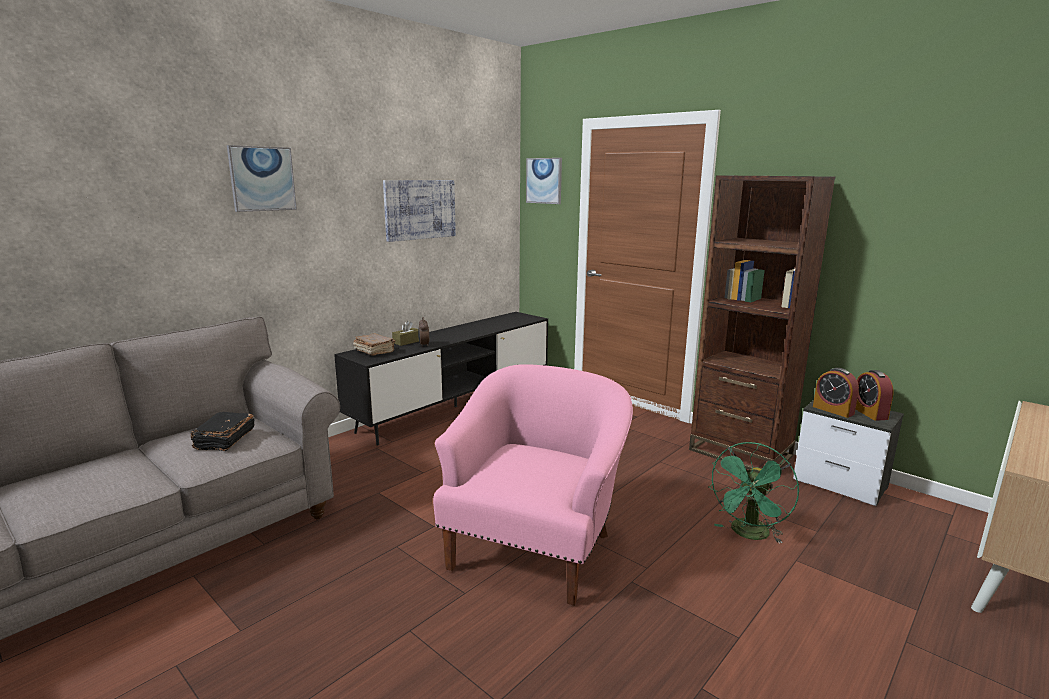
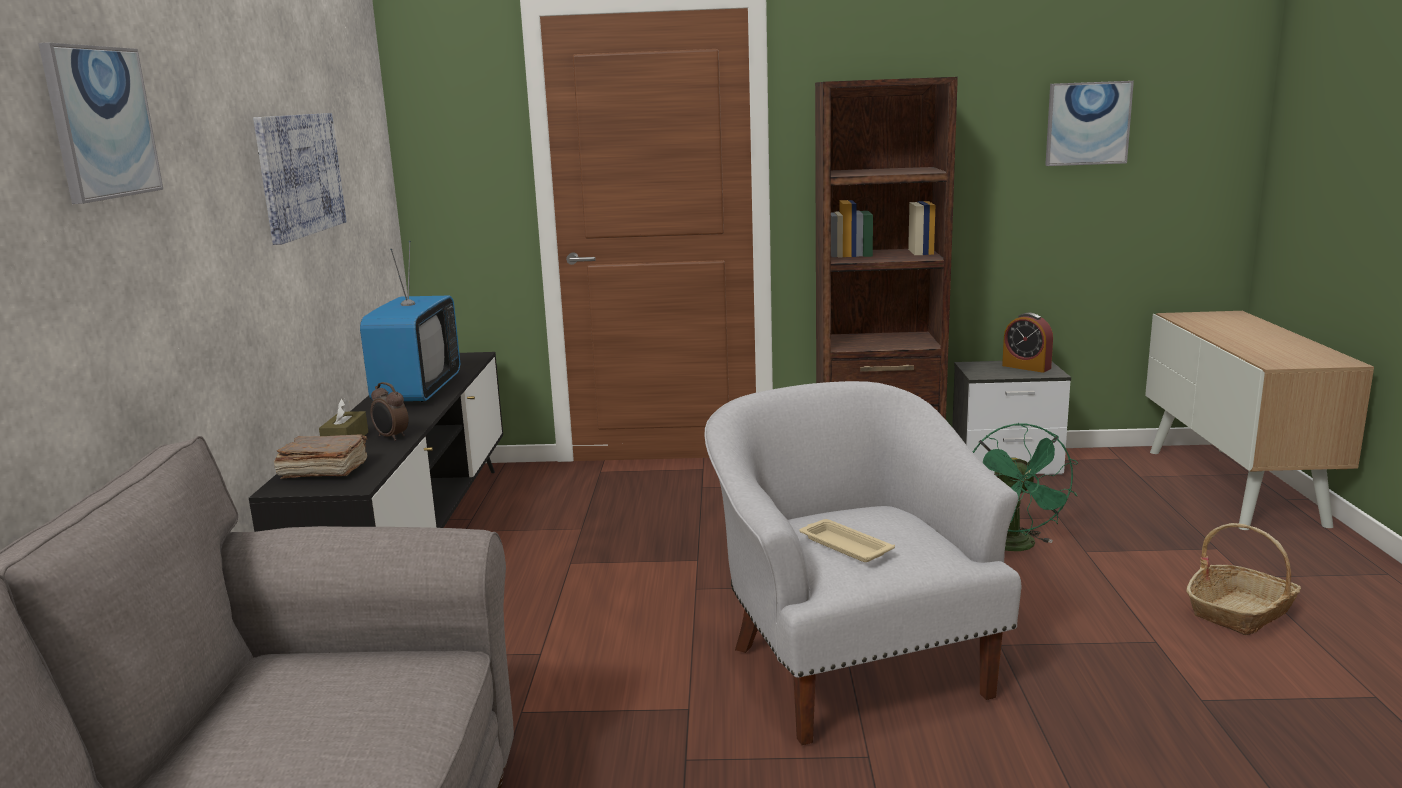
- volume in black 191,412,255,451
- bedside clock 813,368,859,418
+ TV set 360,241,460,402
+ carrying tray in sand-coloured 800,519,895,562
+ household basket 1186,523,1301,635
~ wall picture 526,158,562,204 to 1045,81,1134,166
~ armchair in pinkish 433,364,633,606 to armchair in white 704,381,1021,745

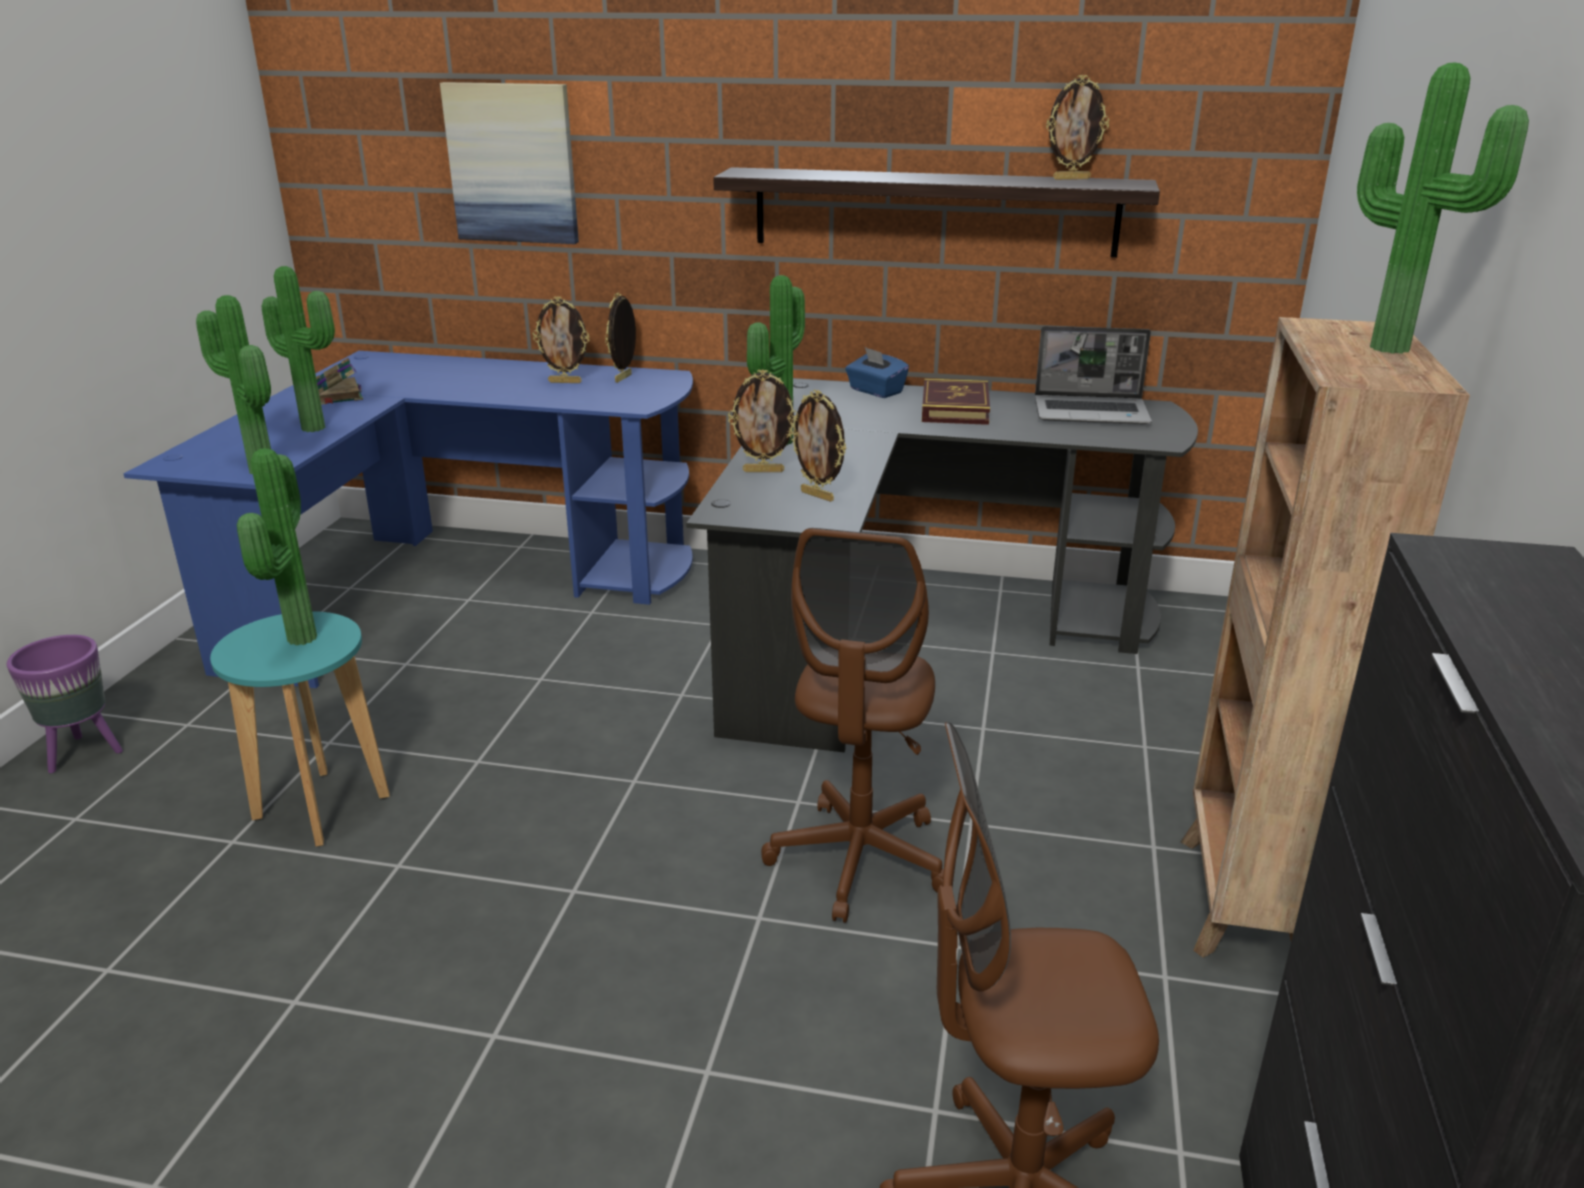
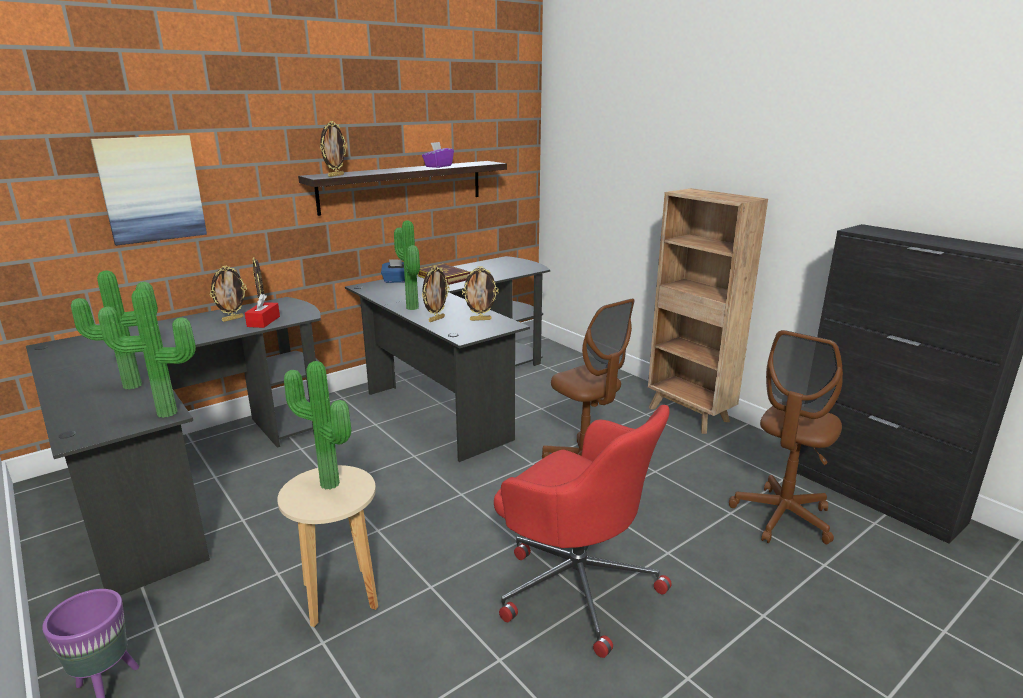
- volume 316,358,363,405
- notebook computer 1035,326,1152,424
- houseplant 1357,62,1529,354
+ tissue box in red-coloured 245,294,280,328
+ tissue box in purple 422,142,454,168
+ desk chair in red-coloured 494,405,672,658
~ standing frame 1046,75,1109,180 to 320,121,347,177
~ desk table in blue 123,351,693,688 to desk table in black 26,297,321,595
~ stool seat in turquoise 210,611,390,847 to stool seat in sand-coloured 277,465,378,627

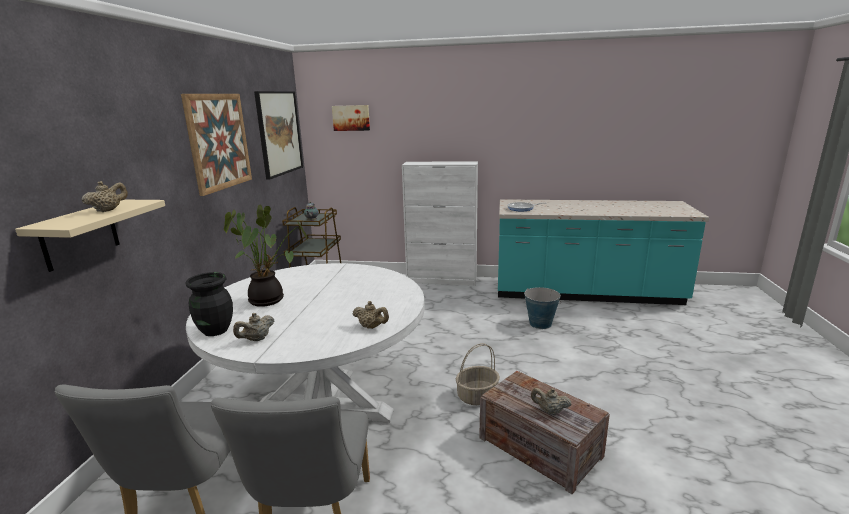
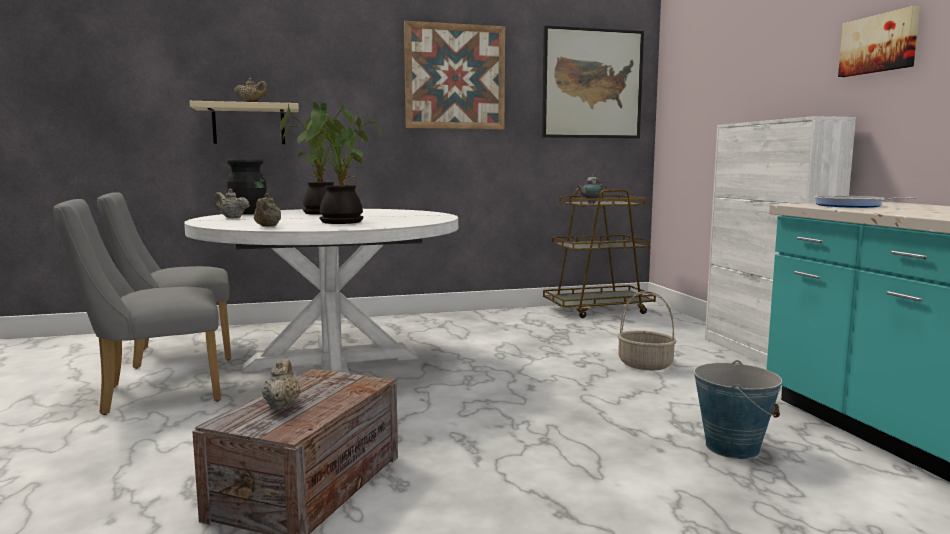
+ houseplant 280,102,381,224
~ wall picture 332,105,370,131 to 838,6,920,77
~ household basket 456,343,500,405 to 617,291,676,371

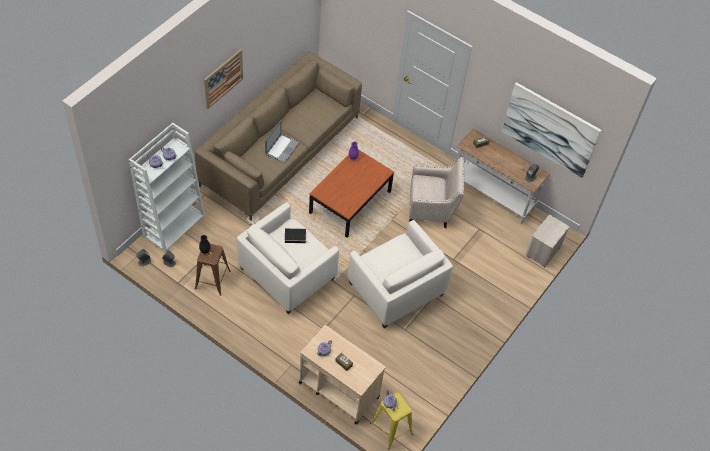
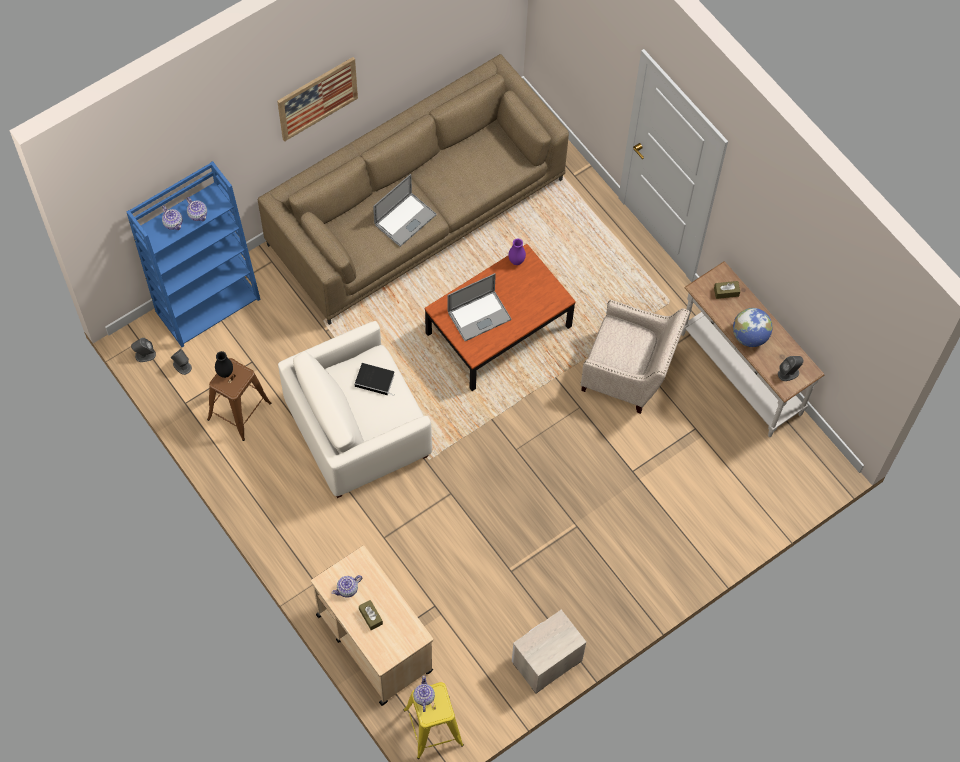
- armchair in white 348,220,453,329
- wall picture 502,82,601,178
+ notebook computer 448,273,511,341
+ desk globe 733,308,773,347
~ bedside table 526,215,569,267 to 512,610,587,694
~ shelving unit in white 129,122,205,252 to shelving unit in blue 127,161,261,347

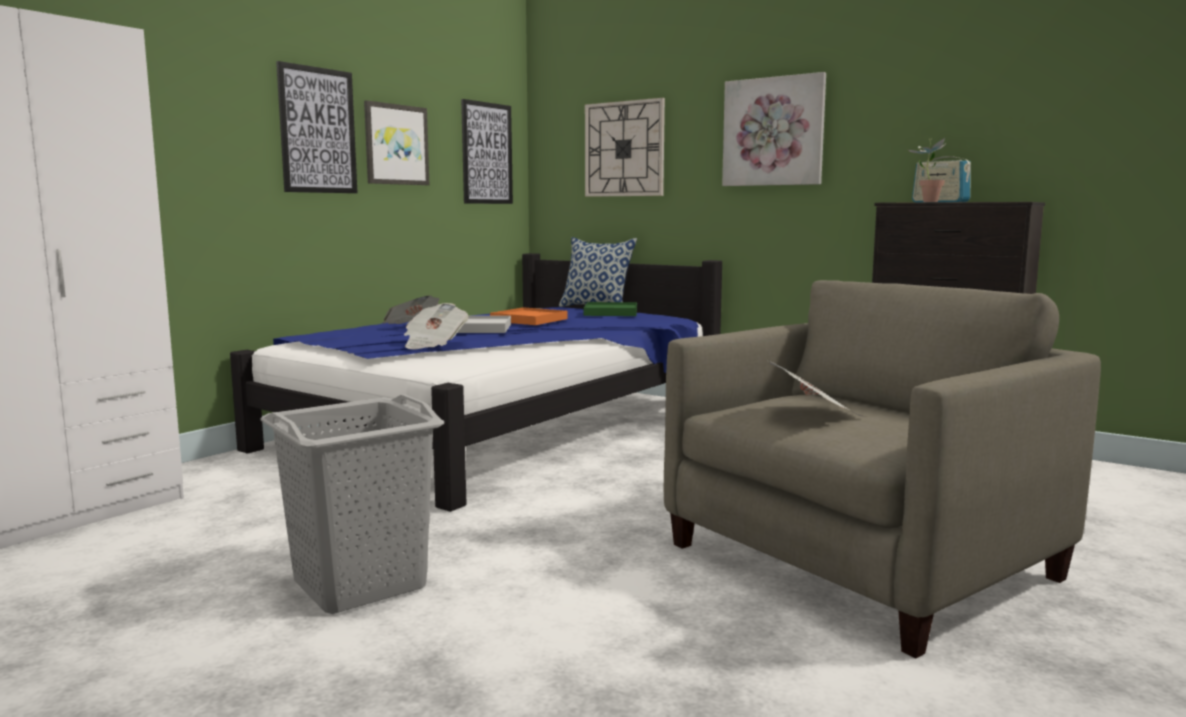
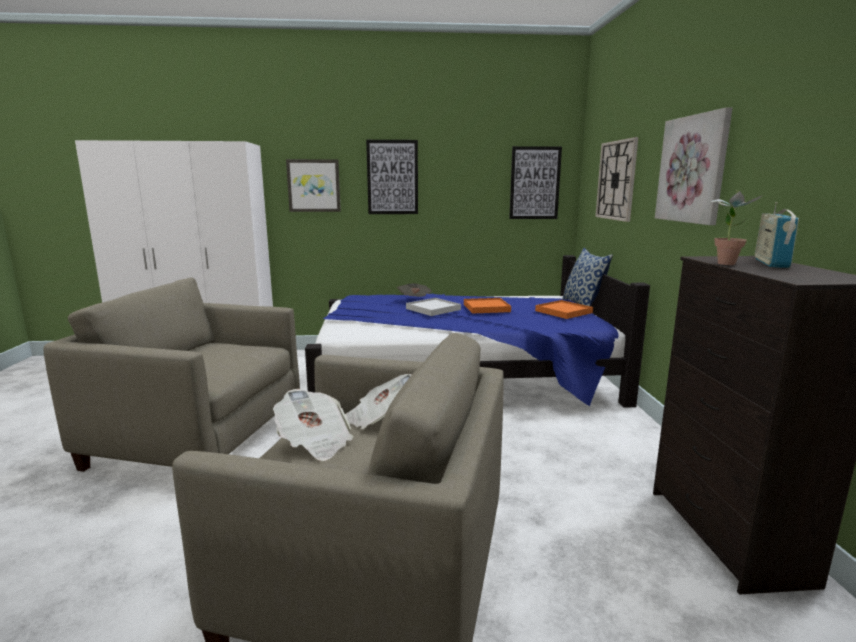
~ wall picture 364,100,429,185 to 286,159,341,212
~ daily paper 404,303,468,349 to 345,374,412,429
~ hamper in greyish 260,394,444,614 to armchair in sand-coloured 43,278,300,472
~ carrying tray in green-coloured 584,302,637,316 to carrying tray in orange 535,300,593,319

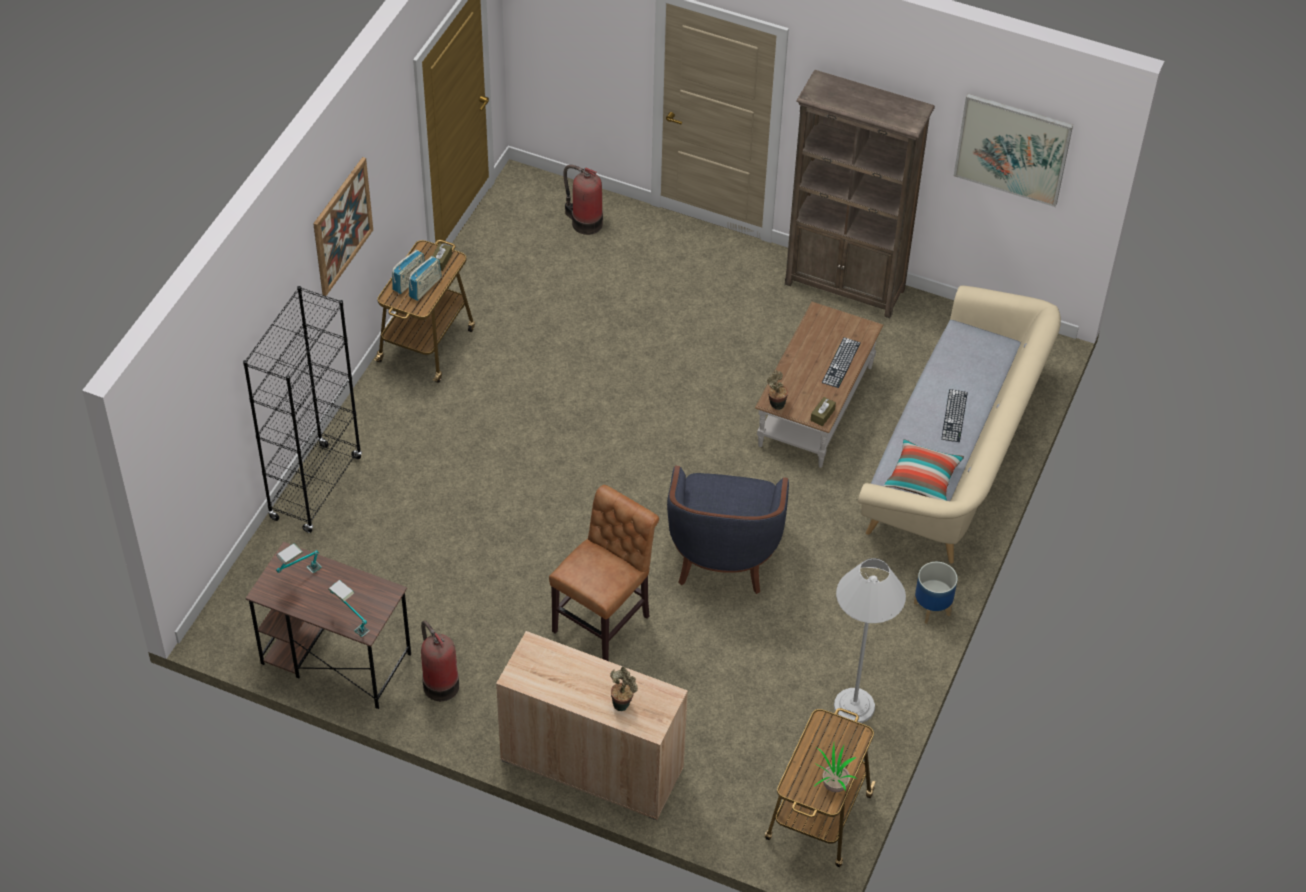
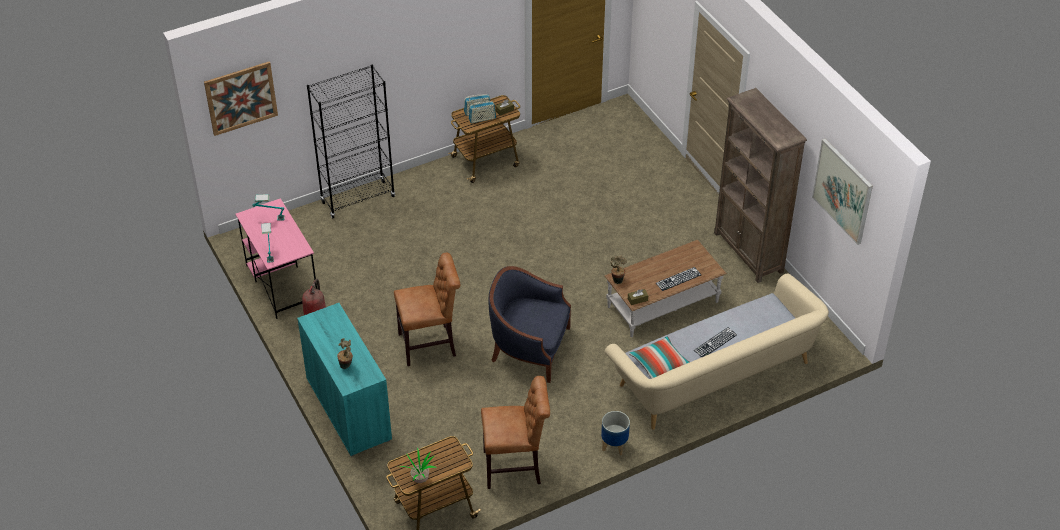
- fire-fighting cylinder 563,165,603,235
~ wall picture 313,157,373,296 to 204,61,278,136
~ standing lamp in white 834,558,906,723 to upright chair in brownish 481,376,550,489
~ desk table in brownish 246,542,411,709 to desk table in pinkish 235,198,317,319
~ cupboard in sand-coloured 496,631,688,821 to cupboard in turquoise 297,303,392,457
~ armchair in blue 667,465,789,594 = 488,266,571,383 60 degrees clockwise

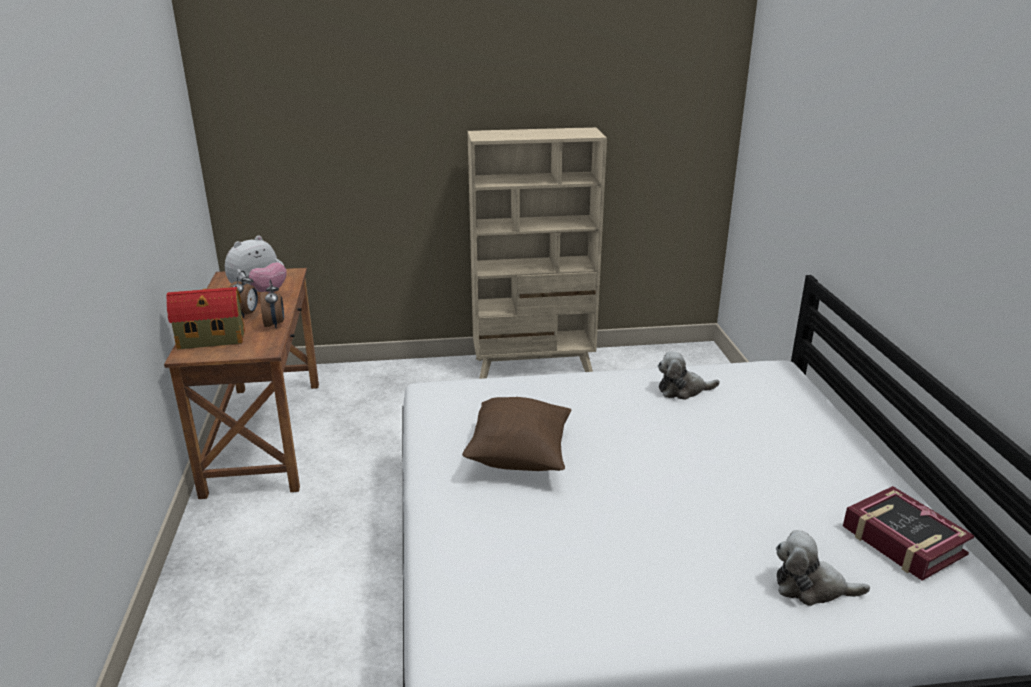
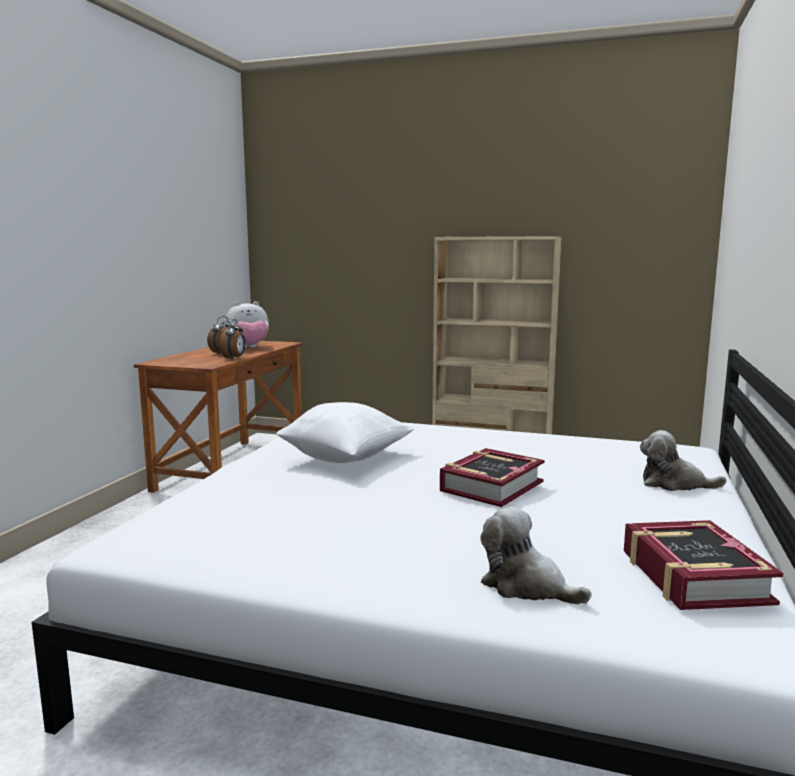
- model house 167,287,245,349
+ volume 440,448,544,507
~ soft toy 658,351,720,400 to 640,430,727,491
~ cushion in brownish 462,397,571,471 to cushion in white 276,402,414,463

